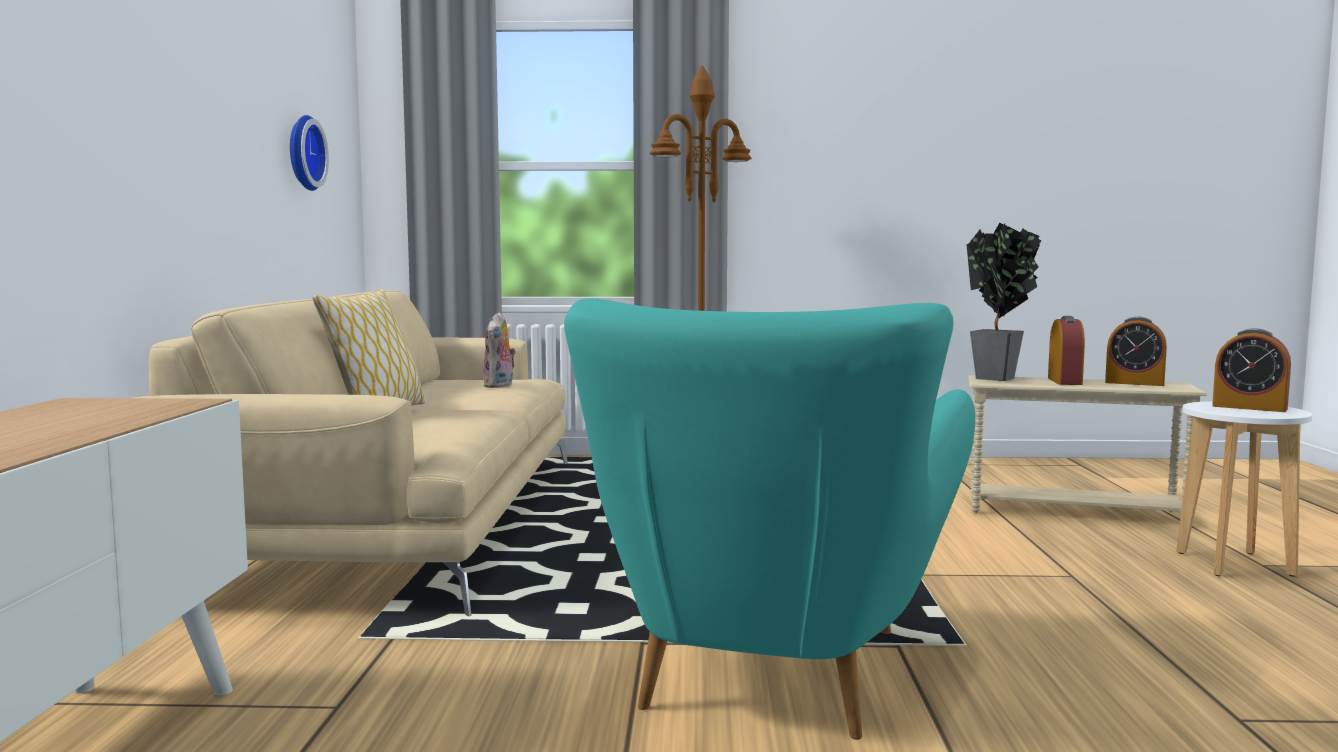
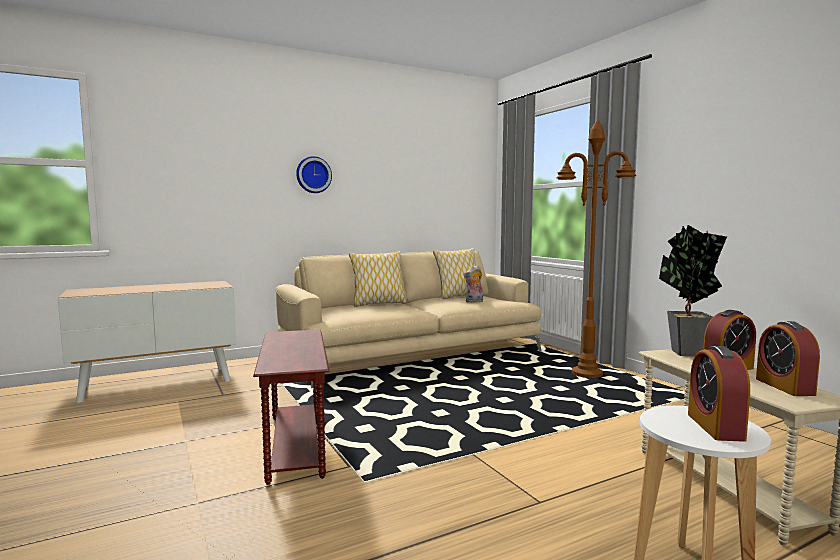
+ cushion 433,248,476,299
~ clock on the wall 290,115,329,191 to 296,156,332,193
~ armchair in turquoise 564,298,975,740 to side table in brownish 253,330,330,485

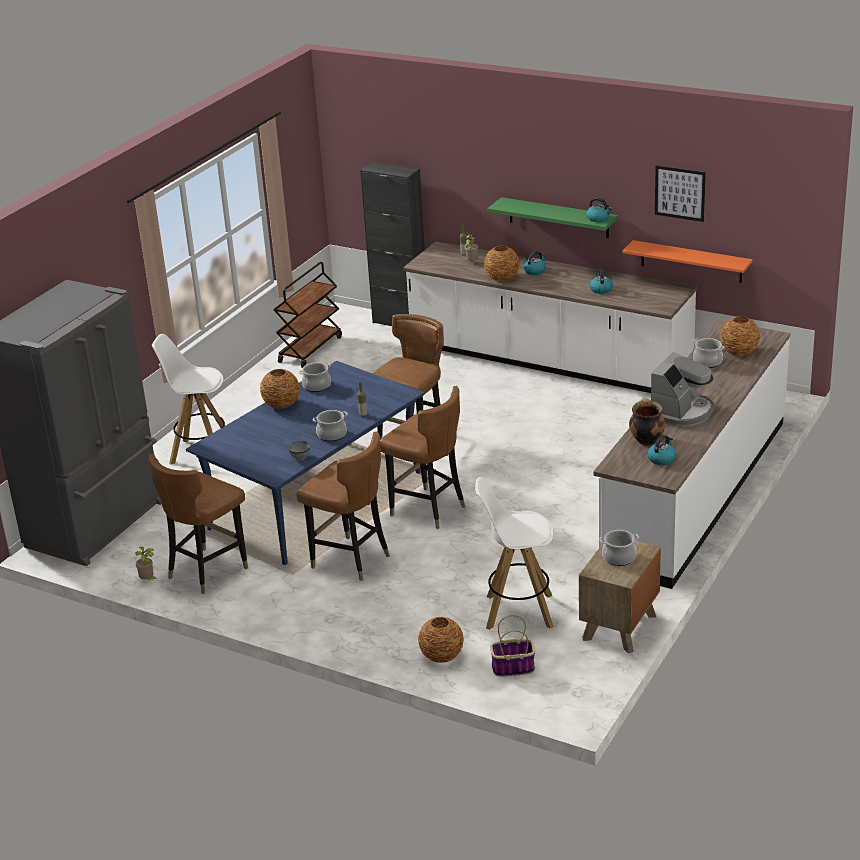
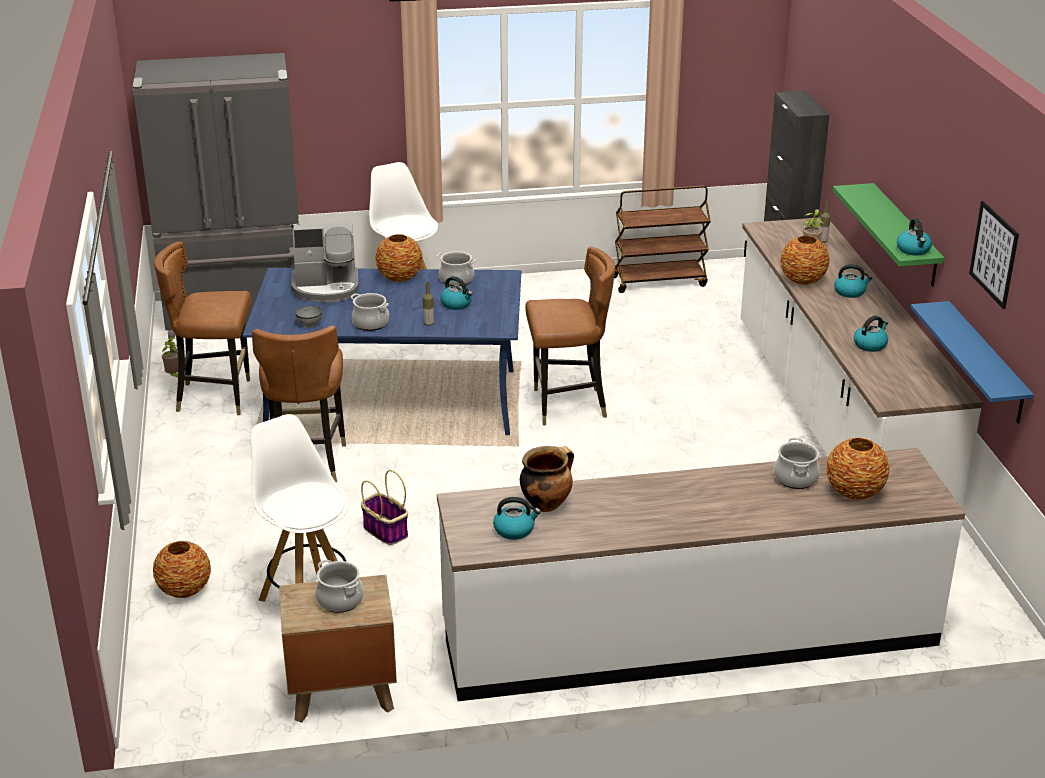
- upright chair in brownish 380,386,465,529
+ water kettle 440,276,473,310
~ household basket 490,615,535,677 to 361,470,408,545
~ coffee brewer 651,352,714,427 to 291,222,359,302
~ bracket shelf in orange 622,240,753,283 to bracket shelf in blue 911,301,1034,423

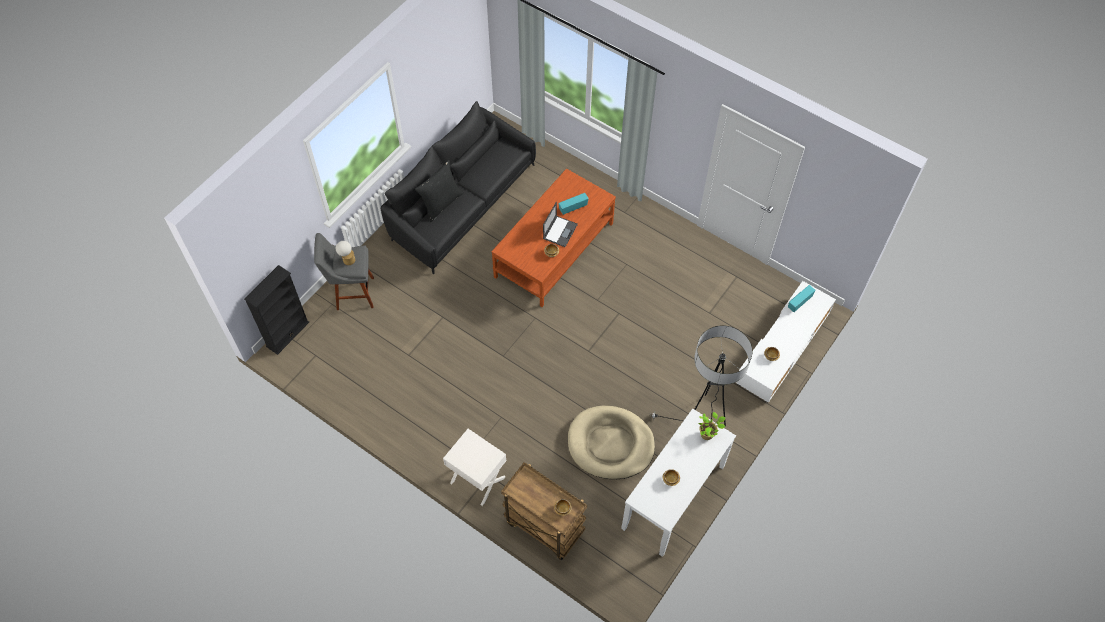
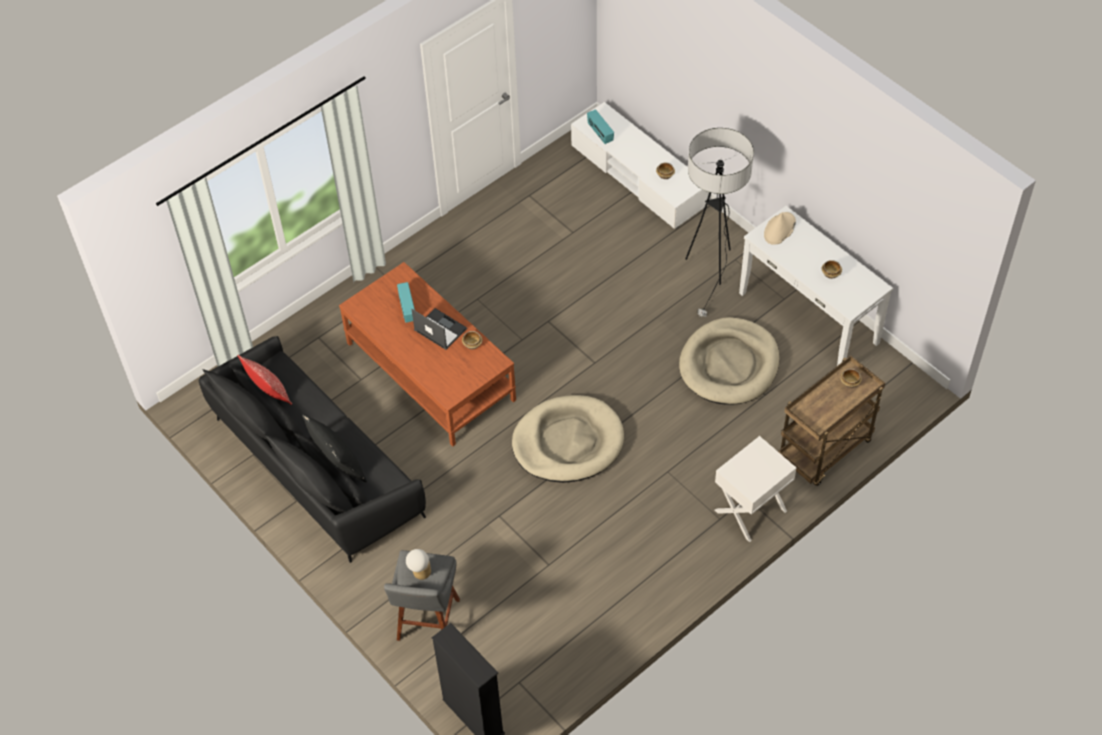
+ cushion 237,355,292,405
+ dog bed in sand-coloured 512,395,624,483
~ houseplant 699,412,726,440 to wearable hat in sand-coloured 764,212,796,245

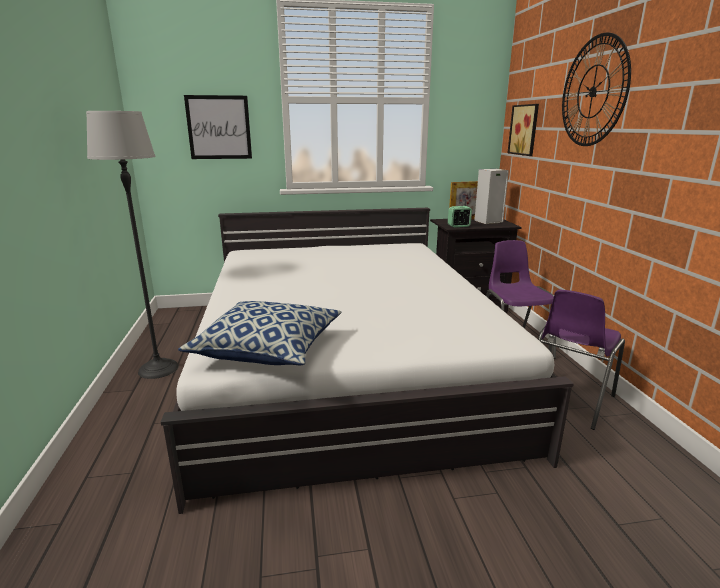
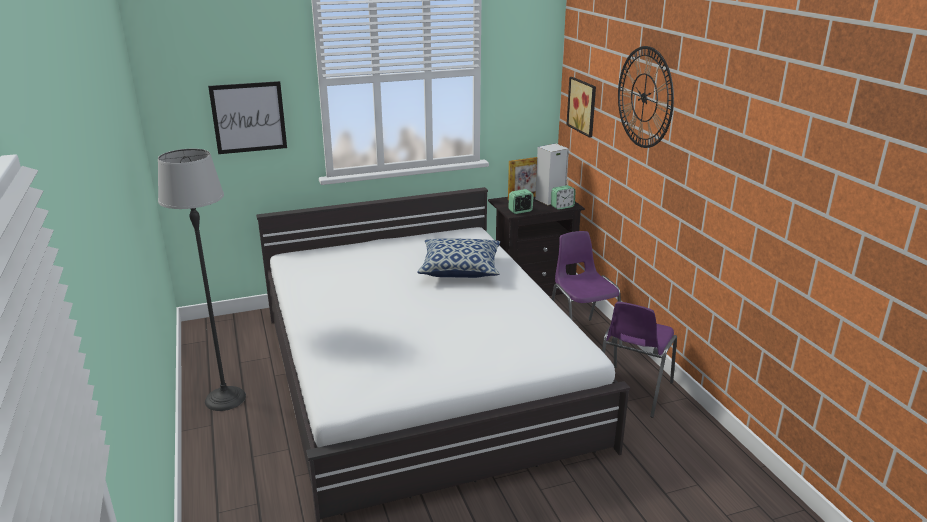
+ bedside clock 551,185,576,210
~ cushion 178,301,341,365 to 417,238,500,278

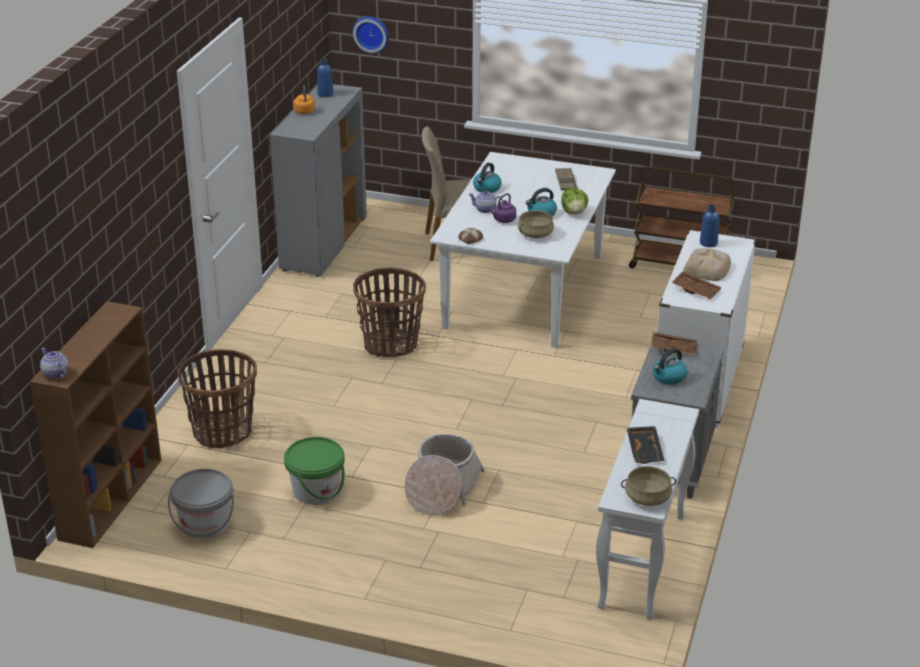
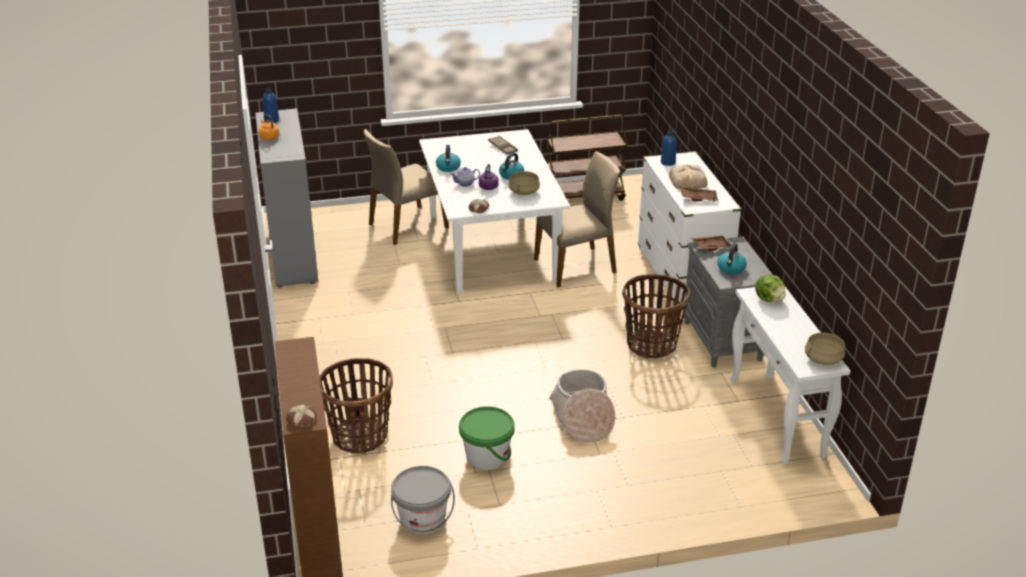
- clock on the wall 353,16,389,53
- carrying tray in black 627,426,664,464
+ upright chair in sand-coloured 534,152,620,288
~ household basket 353,268,426,357 to 622,274,690,359
~ lettuce head 561,188,588,214 to 755,275,785,302
~ tea pot 40,348,68,379 to bread 286,404,317,427

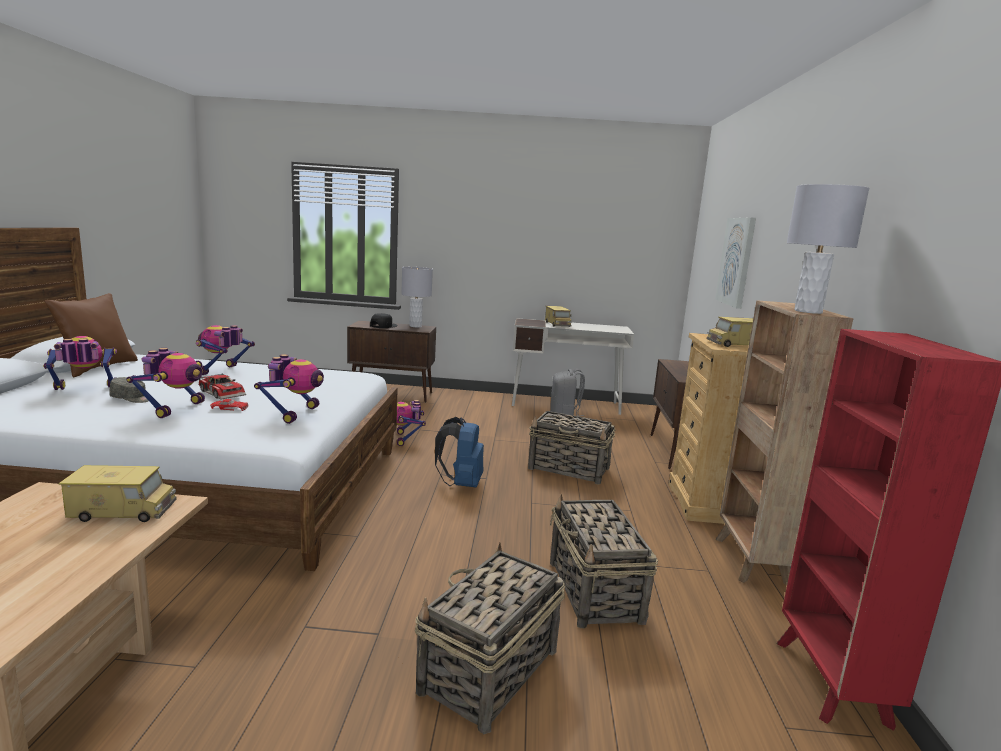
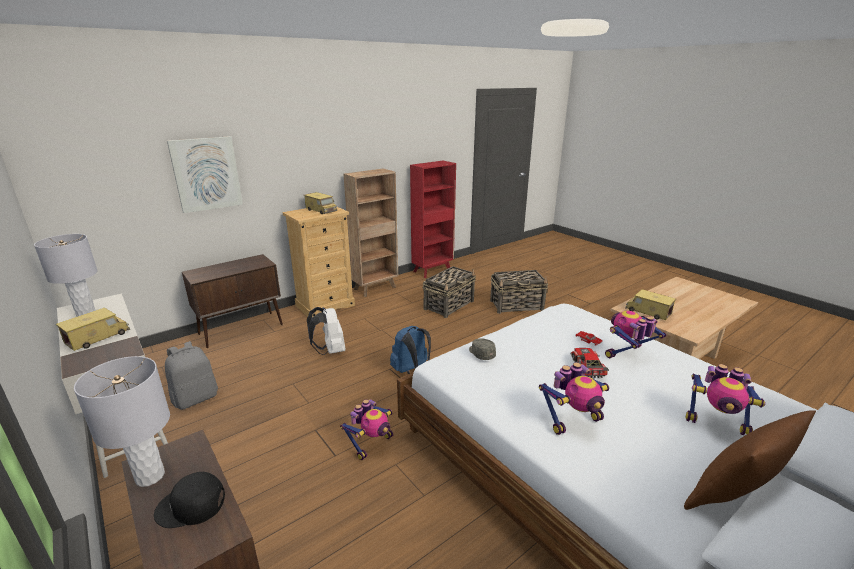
- toy robot 254,354,324,424
~ baseball cap in greyish 110,377,148,403 to 469,338,496,360
~ lamp for a table in greyish 787,184,869,314 to 34,234,98,317
~ household basket 528,411,615,485 to rucksack in white 307,307,345,355

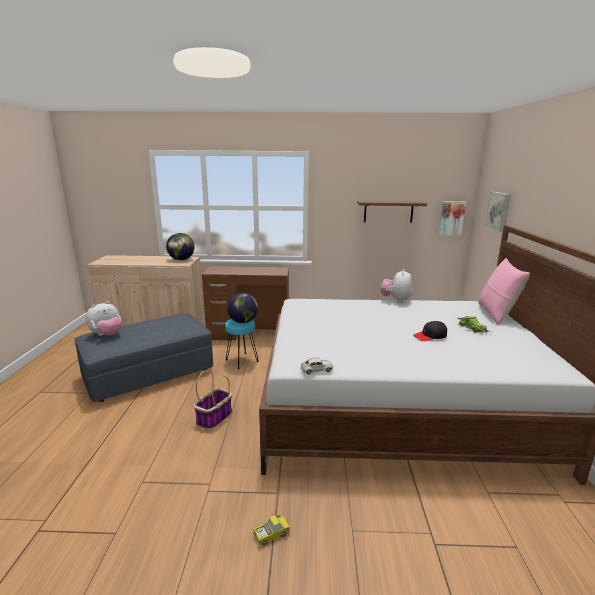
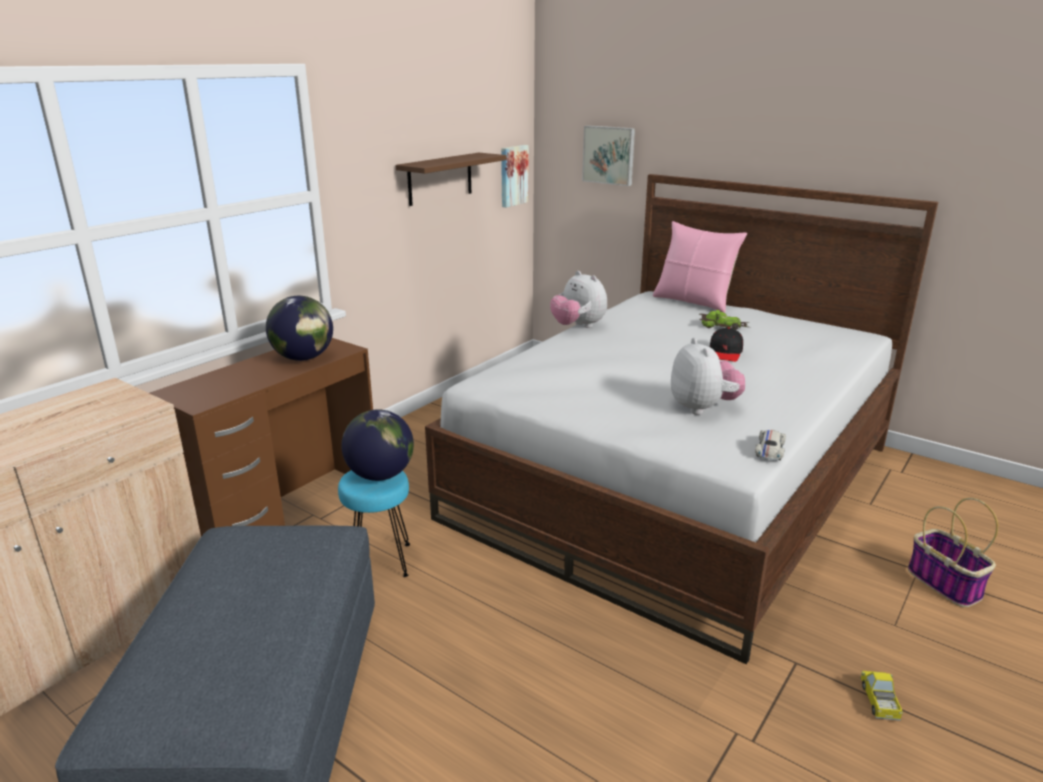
~ soft toy 85,301,122,336 to 671,338,745,415
~ desk globe 166,233,194,260 to 266,296,333,361
~ household basket 194,370,232,429 to 908,498,998,607

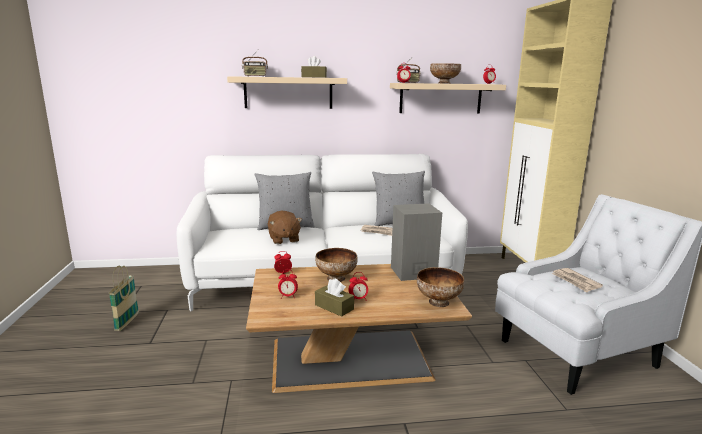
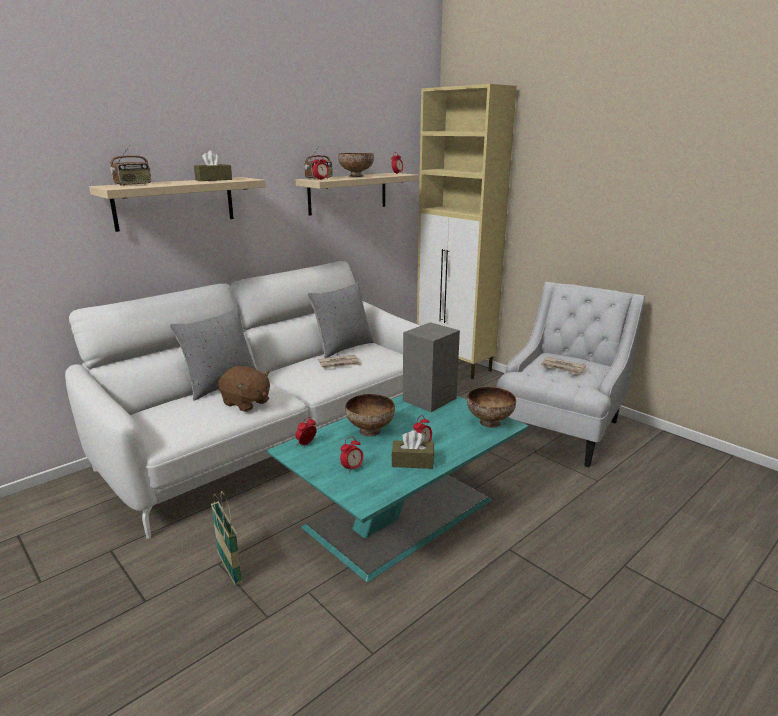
~ household basket 109,266,139,331 to 211,491,242,585
~ coffee table in brownish 246,264,472,393 to coffee table in turquoise 266,395,528,582

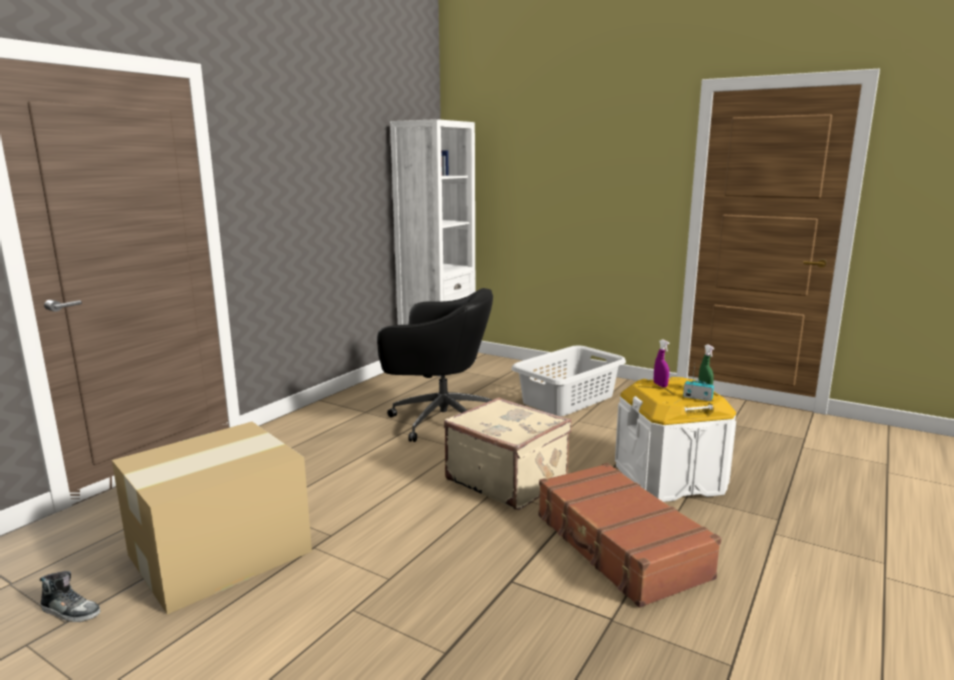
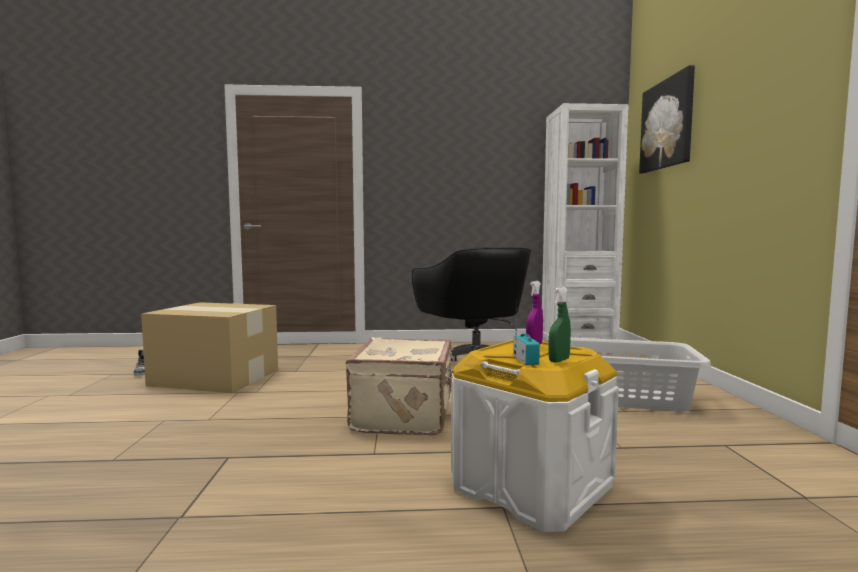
- piece of luggage in brownish 538,463,721,608
+ wall picture 639,65,695,173

